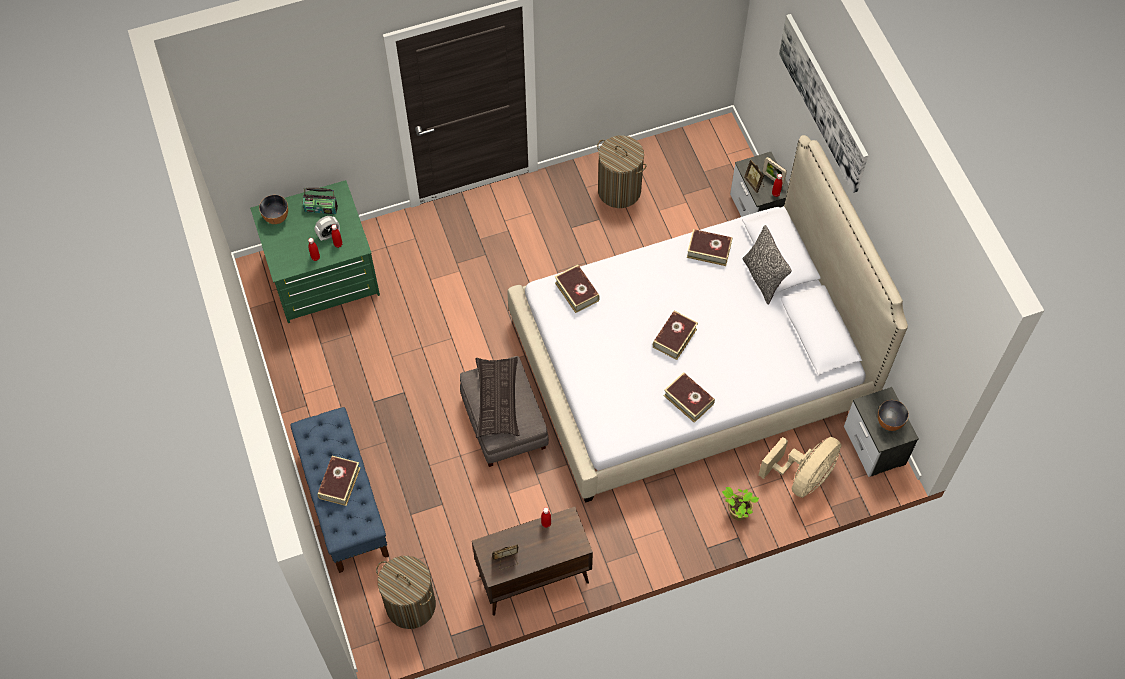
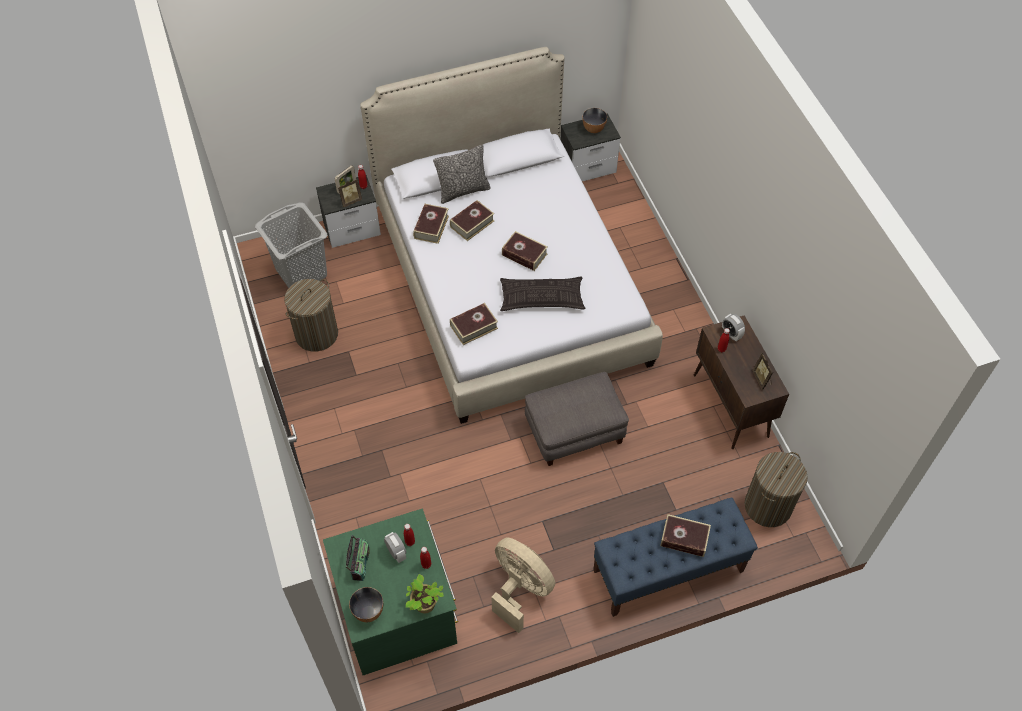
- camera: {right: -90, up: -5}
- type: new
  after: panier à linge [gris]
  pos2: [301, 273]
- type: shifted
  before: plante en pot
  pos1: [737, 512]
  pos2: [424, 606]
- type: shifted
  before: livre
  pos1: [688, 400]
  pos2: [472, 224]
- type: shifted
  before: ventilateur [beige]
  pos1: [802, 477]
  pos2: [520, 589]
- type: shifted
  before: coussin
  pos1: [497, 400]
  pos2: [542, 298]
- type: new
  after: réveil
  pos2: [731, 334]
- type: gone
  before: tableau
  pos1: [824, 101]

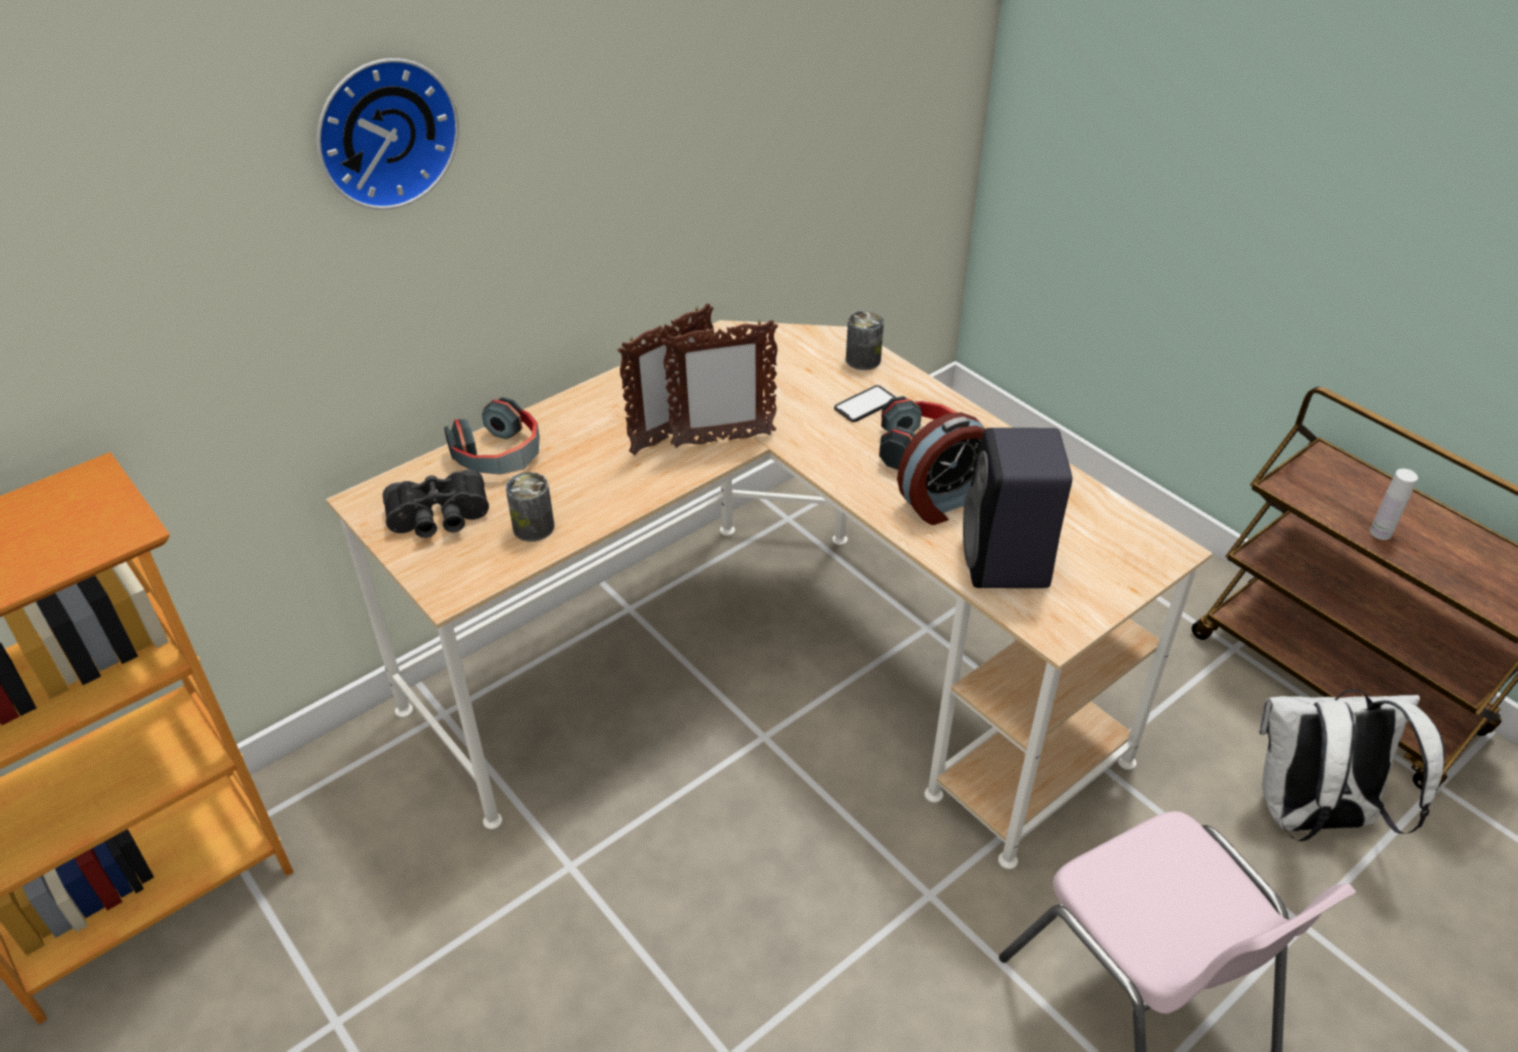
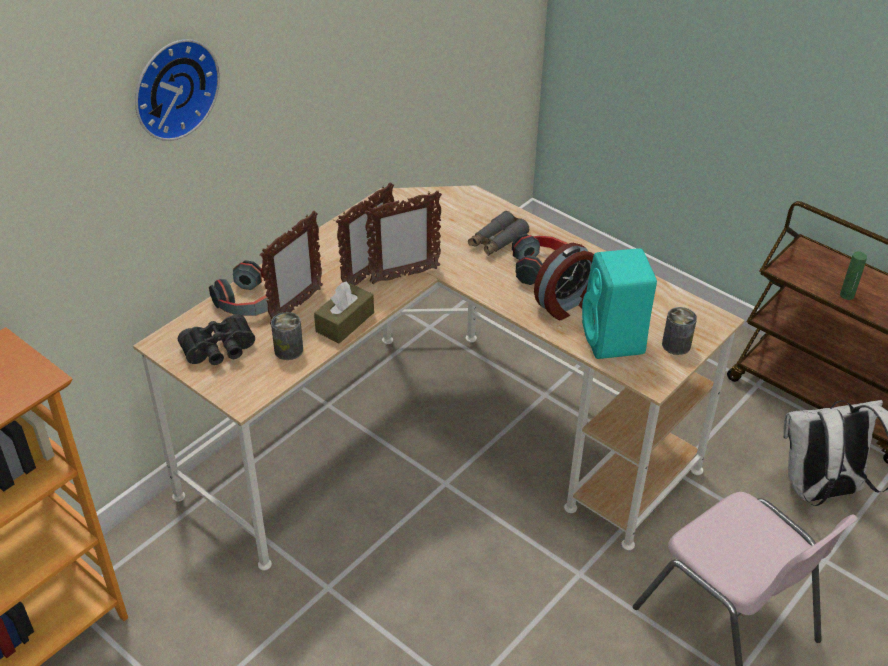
- camera: {right: -10, up: 0}
- type: new
  after: cadre photo
  pos2: [296, 307]
- type: new
  after: boîte à mouchoirs [marron]
  pos2: [345, 322]
- type: swapped
  before: téléphone
  after: jumelles [gris]
  pos1: [865, 404]
  pos2: [497, 241]
- type: repainted
  before: enceinte [noir]
  after: enceinte [turquoise]
  pos1: [1007, 563]
  pos2: [614, 340]
- type: shifted
  before: boîte métallique
  pos1: [863, 359]
  pos2: [676, 345]
- type: repainted
  before: bouteille [blanc]
  after: bouteille [vert]
  pos1: [1380, 533]
  pos2: [847, 295]

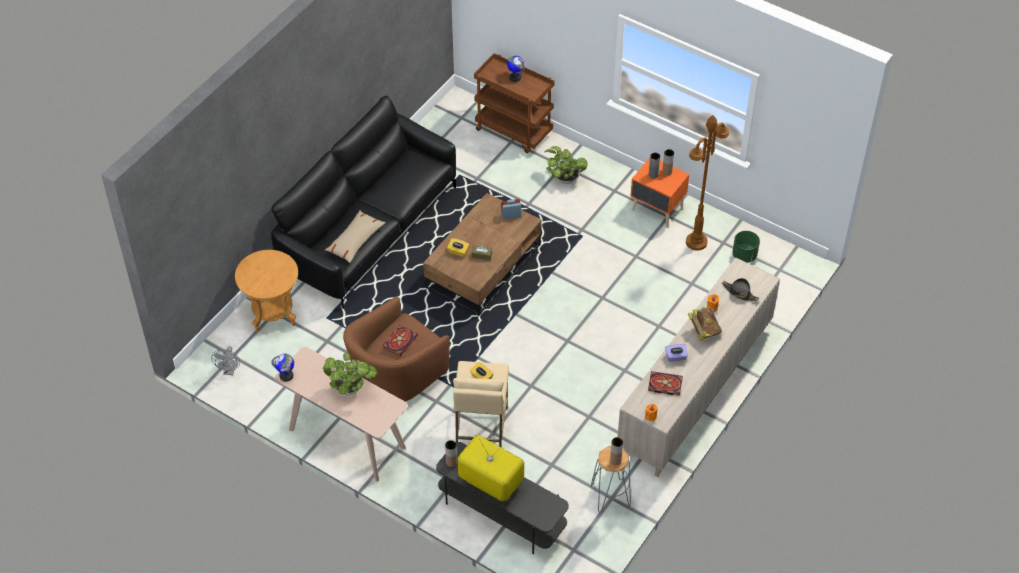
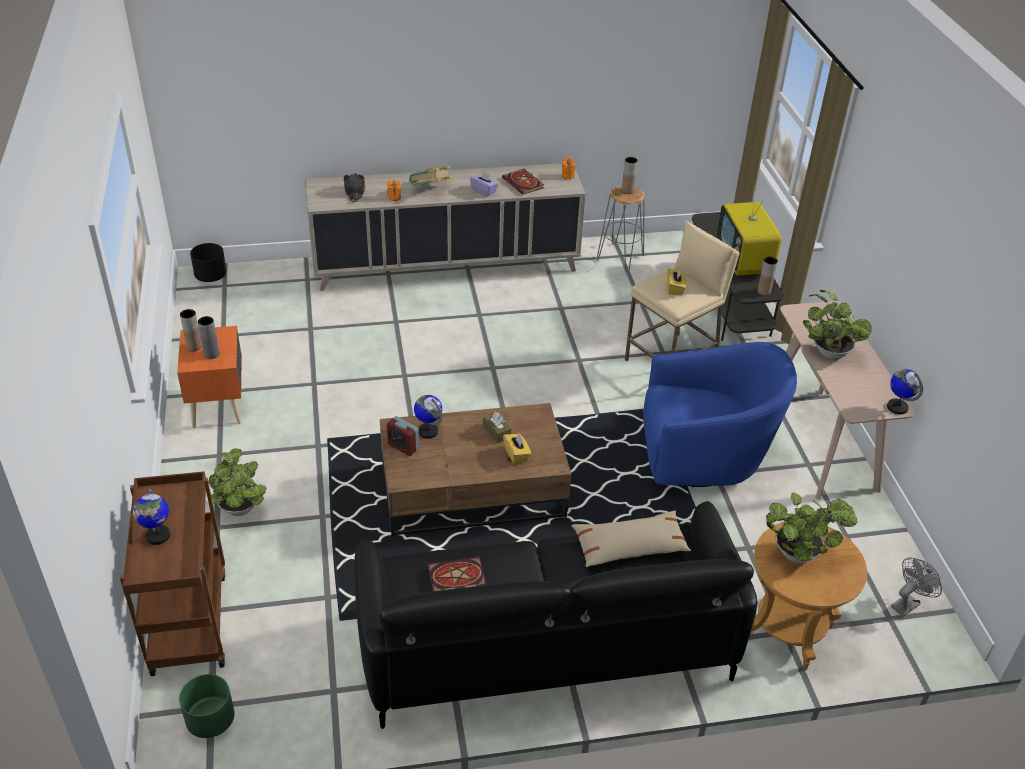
- camera: {right: -135, up: -10}
- type: shifted
  before: cache-pot [vert]
  pos1: [744, 255]
  pos2: [210, 720]
- type: new
  after: cache-pot [noir]
  pos2: [211, 276]
- type: new
  after: globe
  pos2: [428, 431]
- type: shifted
  before: livre
  pos1: [400, 340]
  pos2: [455, 579]
- type: repainted
  before: fauteuil [marron]
  after: fauteuil [bleu]
  pos1: [396, 376]
  pos2: [704, 457]
- type: new
  after: plante en pot
  pos2: [800, 553]
- type: gone
  before: lampadaire [marron]
  pos1: [696, 242]

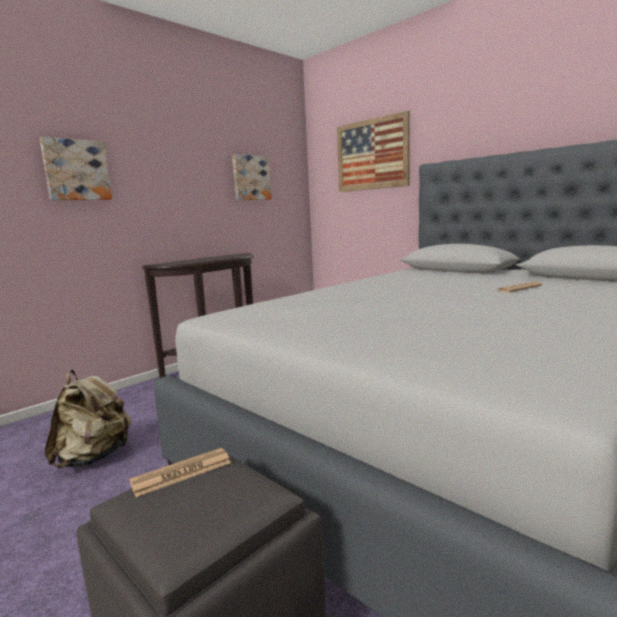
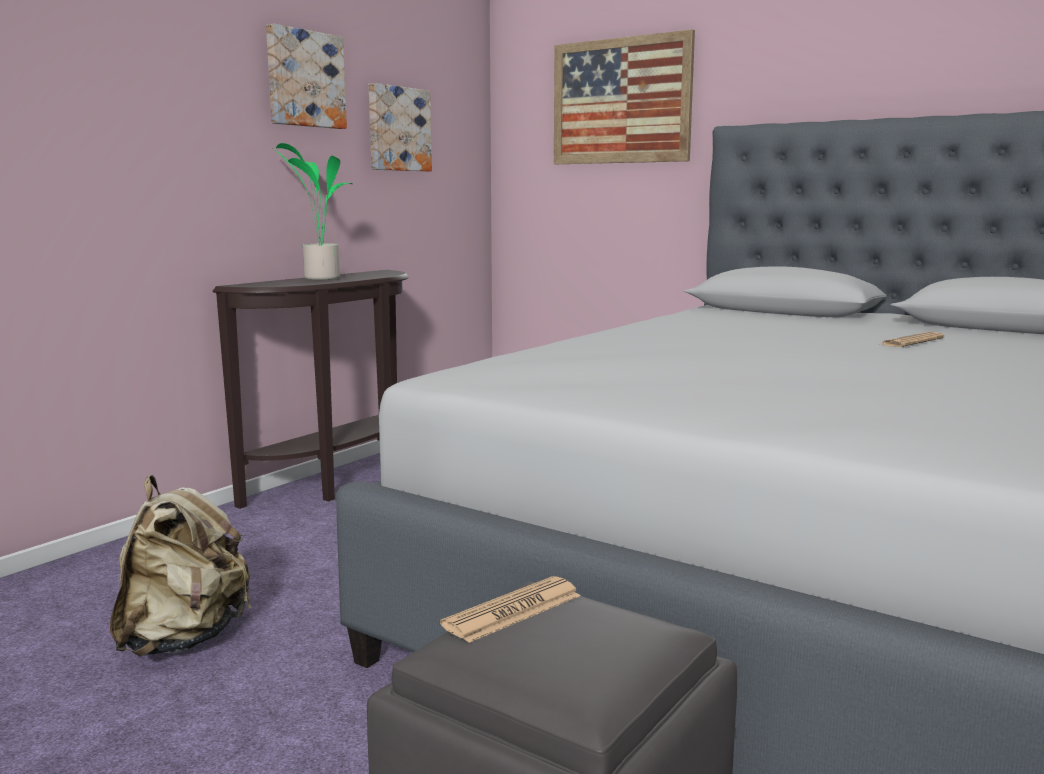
- camera: {right: -10, up: 0}
- type: shifted
  before: tableau
  pos1: [76, 170]
  pos2: [304, 79]
- type: new
  after: plante en pot
  pos2: [319, 278]

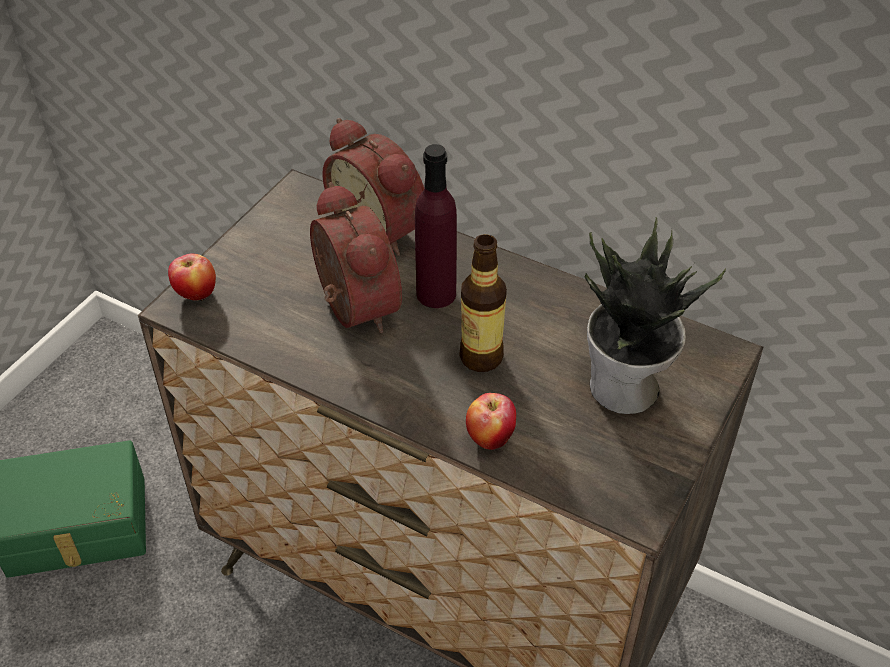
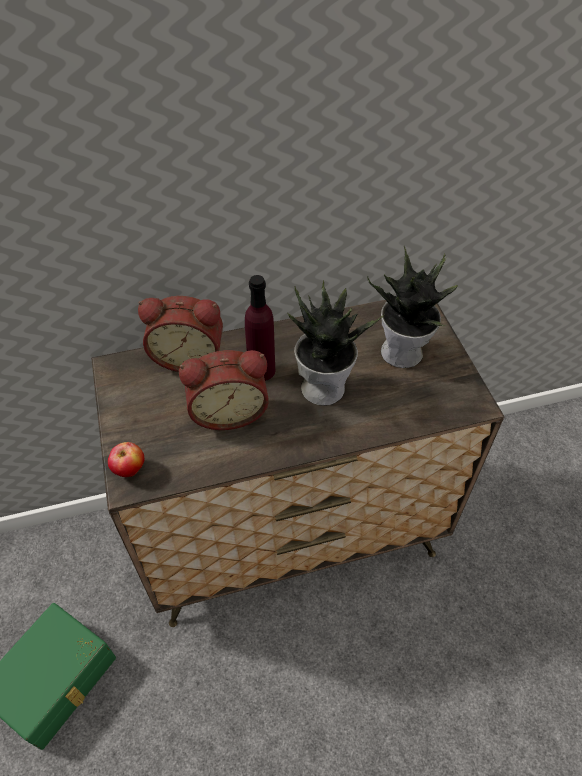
- camera: {right: -45, up: 5}
- type: rotated
  before: réveil
  pos1: [351, 308]
  pos2: [228, 410]
  turn: 150
- type: swapped
  before: bouteille
  after: plante en pot
  pos1: [481, 357]
  pos2: [324, 386]
- type: gone
  before: pomme
  pos1: [490, 437]

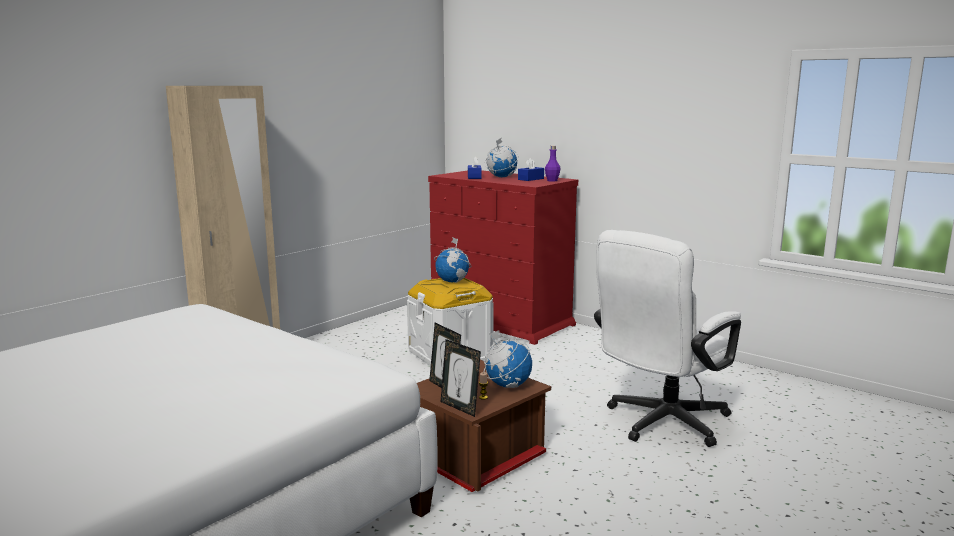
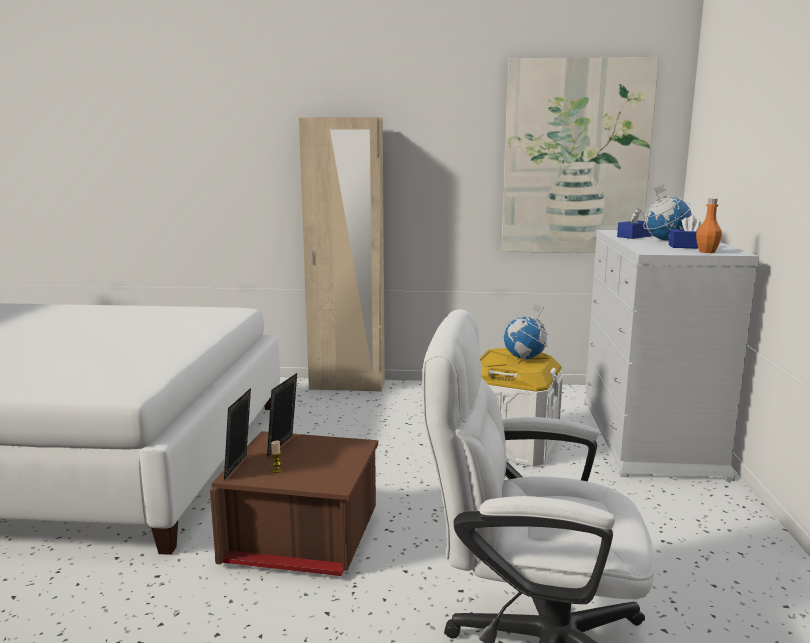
- camera: {right: 55, up: 0}
- type: new
  after: tableau
  pos2: [576, 158]
- type: repainted
  before: commode [rouge]
  after: commode [blanc]
  pos1: [501, 320]
  pos2: [649, 437]
- type: repainted
  before: bouteille [violet]
  after: bouteille [orange]
  pos1: [552, 180]
  pos2: [707, 252]
- type: gone
  before: globe
  pos1: [507, 385]

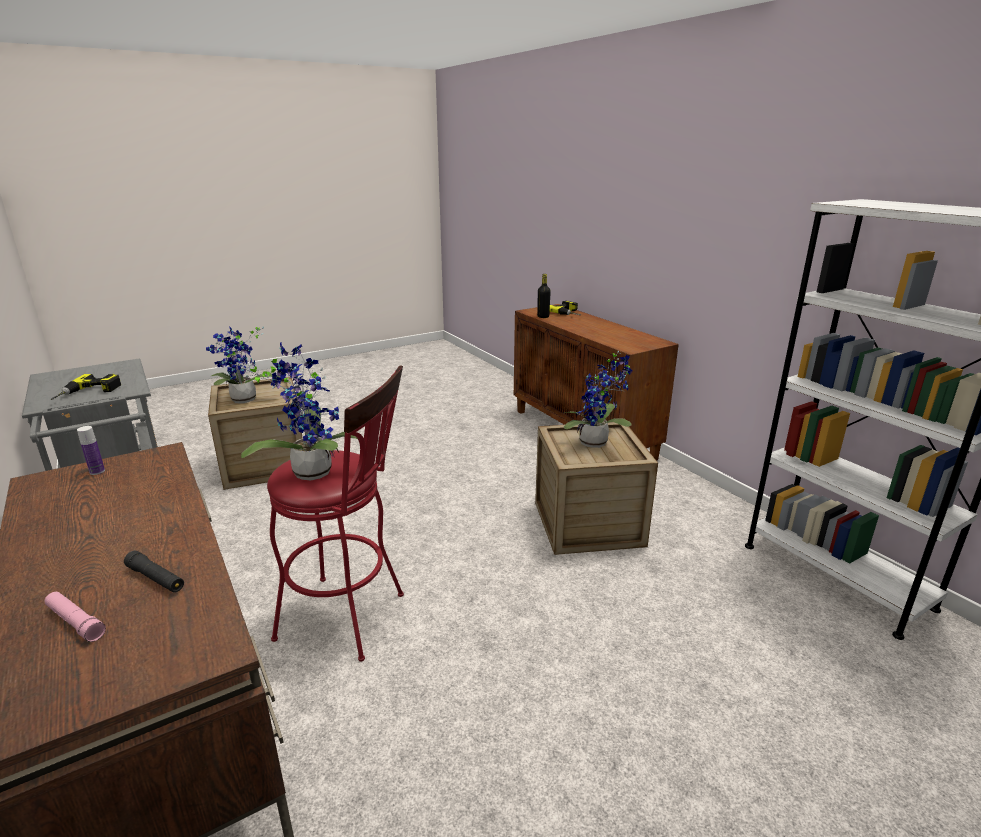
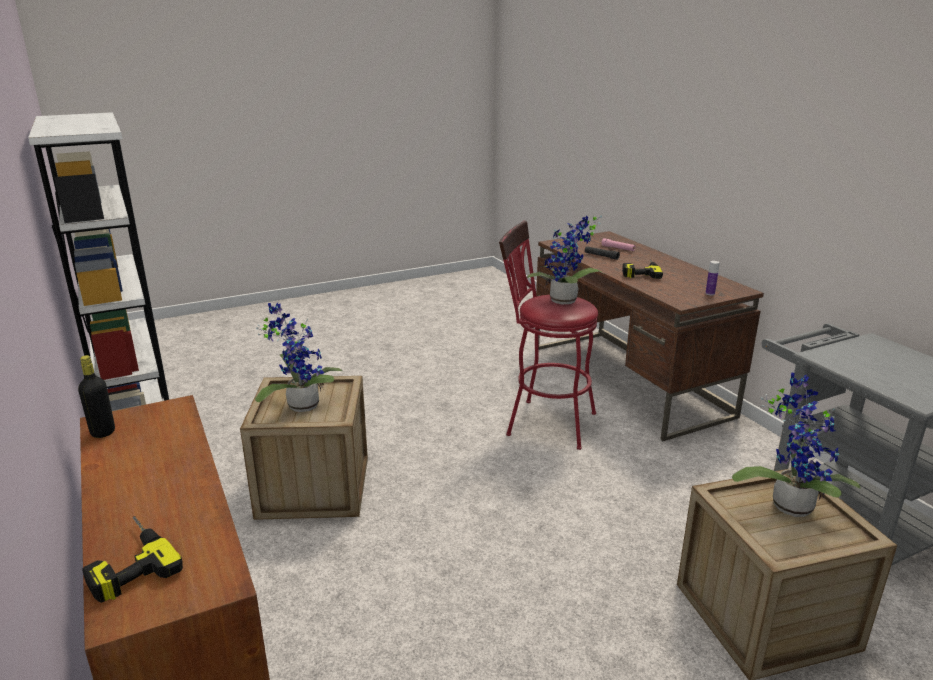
- camera: {right: -175, up: 0}
- type: shifted
  before: bouteille [noir]
  pos1: [543, 316]
  pos2: [103, 432]
- type: shifted
  before: perceuse
  pos1: [88, 393]
  pos2: [640, 271]

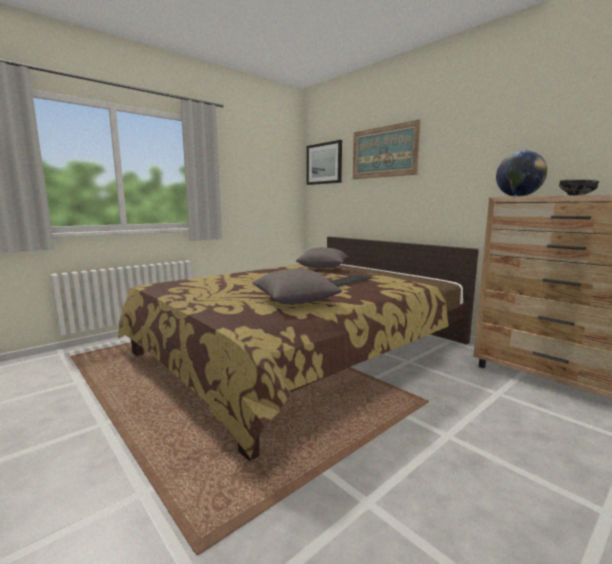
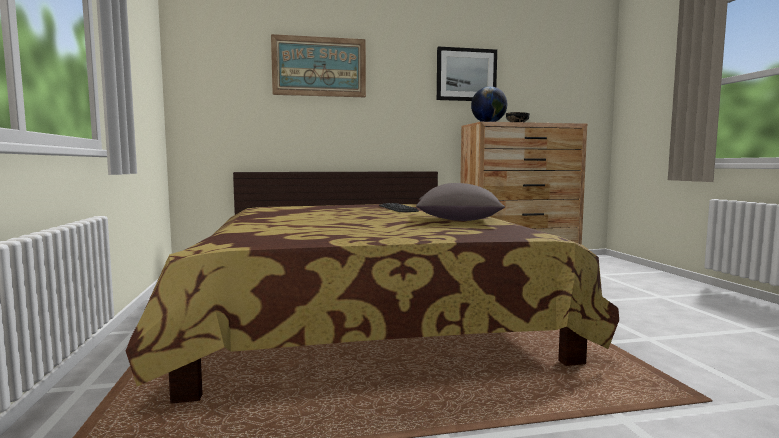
- camera: {right: -60, up: -5}
- type: shifted
  before: tableau
  pos1: [324, 163]
  pos2: [466, 75]
- type: gone
  before: coussin [gris]
  pos1: [323, 268]

